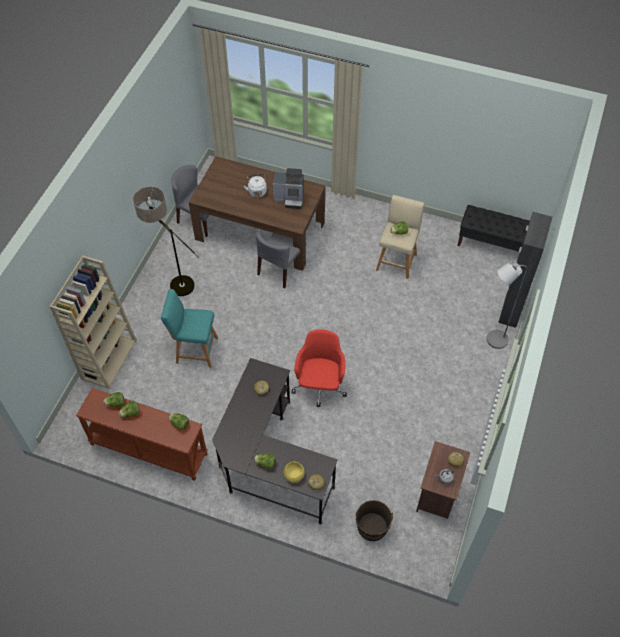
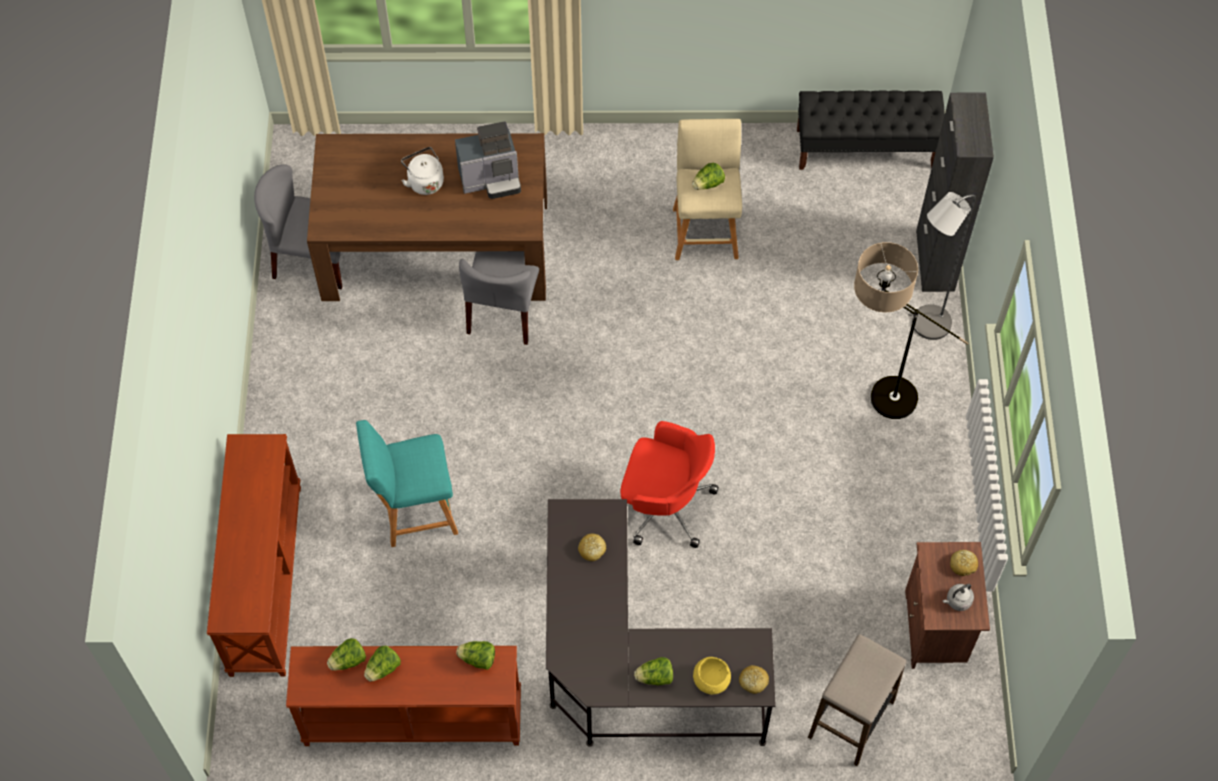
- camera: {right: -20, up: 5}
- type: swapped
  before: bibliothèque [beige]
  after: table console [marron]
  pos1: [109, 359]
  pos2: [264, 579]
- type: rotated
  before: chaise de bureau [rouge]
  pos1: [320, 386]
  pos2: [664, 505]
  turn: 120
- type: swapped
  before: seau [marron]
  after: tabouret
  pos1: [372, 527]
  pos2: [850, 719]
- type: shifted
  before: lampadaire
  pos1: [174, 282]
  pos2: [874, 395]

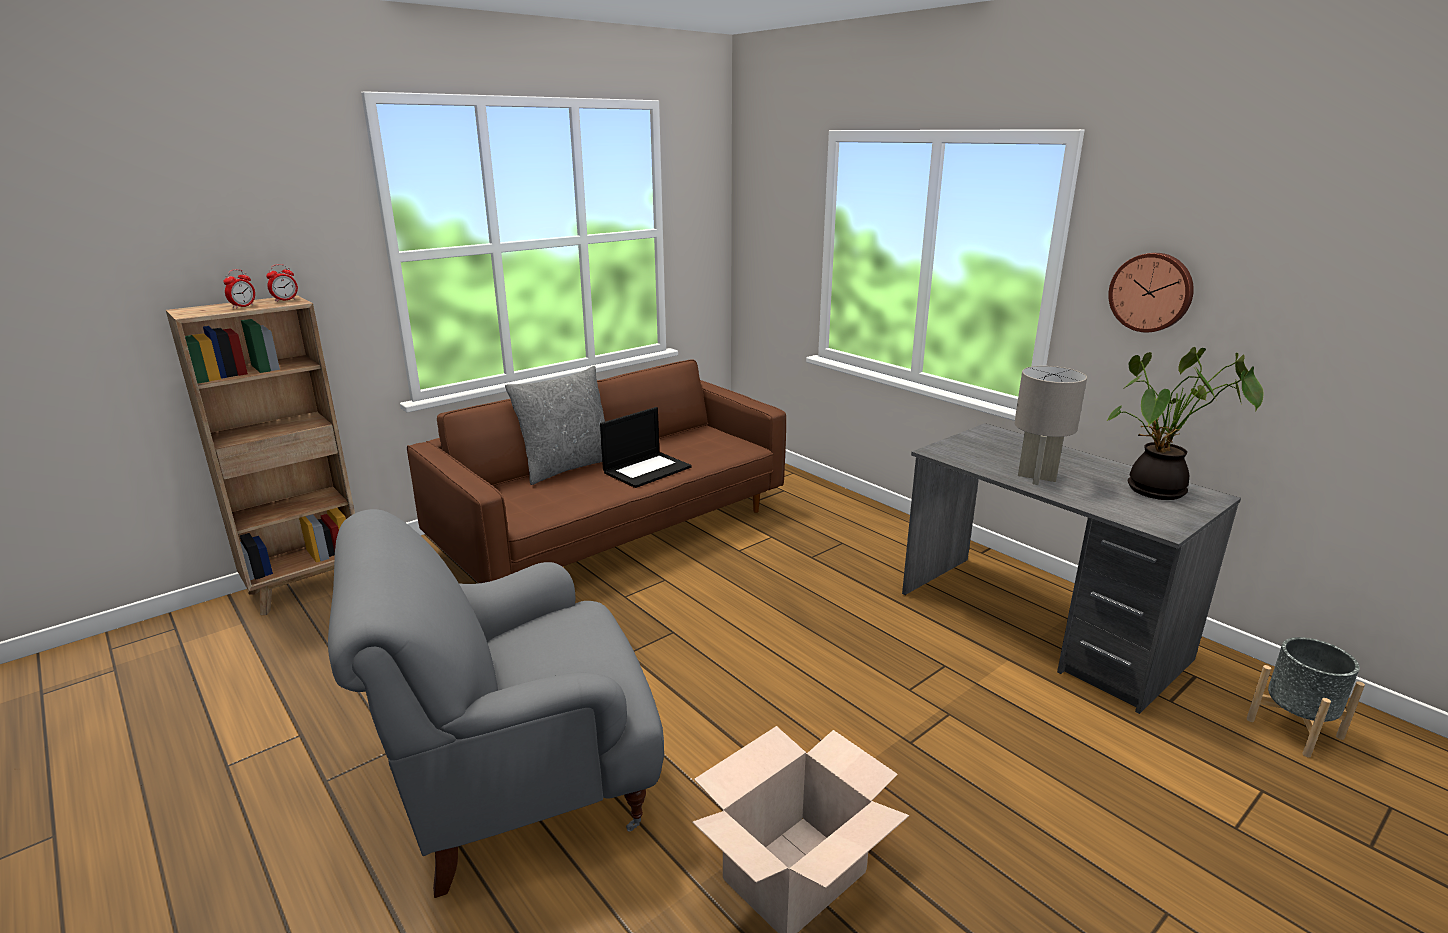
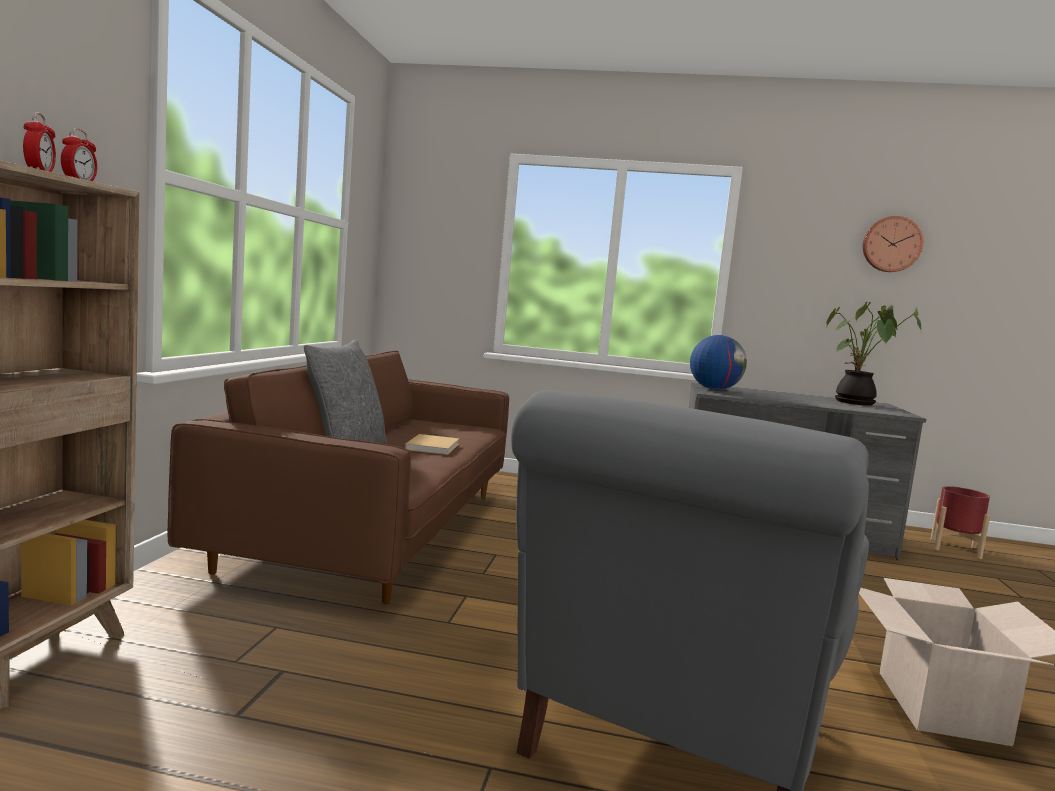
- camera: {right: -40, up: -15}
- type: swapped
  before: ordinateur portable
  after: livre [beige]
  pos1: [647, 469]
  pos2: [433, 446]
- type: new
  after: globe
  pos2: [714, 389]
- type: shifted
  before: horloge murale
  pos1: [1151, 292]
  pos2: [891, 244]
- type: repainted
  before: cache-pot [gris]
  after: cache-pot [rouge]
  pos1: [1294, 728]
  pos2: [955, 548]
- type: gone
  before: lampe de table [gris]
  pos1: [1037, 477]

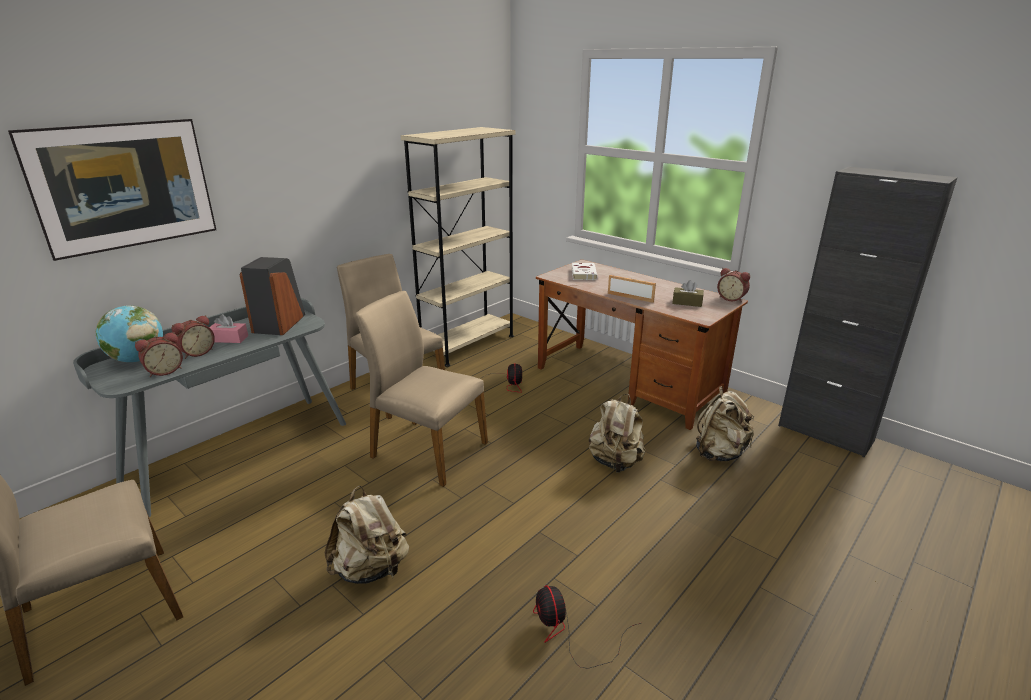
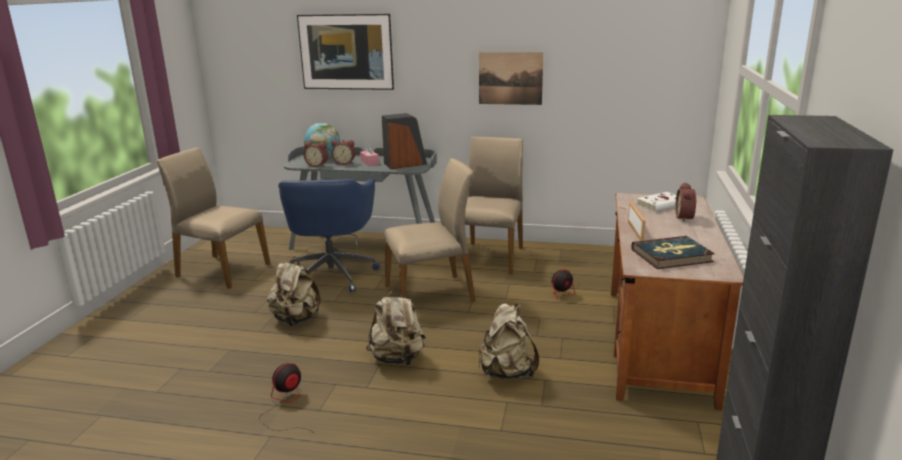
- camera: {right: 60, up: -5}
- type: new
  after: chaise de bureau [bleu]
  pos2: [332, 274]
- type: shifted
  before: sac à dos [beige]
  pos1: [719, 453]
  pos2: [398, 359]
- type: rotated
  before: chaise [beige]
  pos1: [427, 450]
  pos2: [430, 293]
  turn: 75
- type: new
  after: tableau
  pos2: [510, 78]
- type: swapped
  before: boîte à mouchoirs [marron]
  after: livre
  pos1: [687, 302]
  pos2: [671, 255]
- type: shifted
  before: réveil
  pos1: [731, 298]
  pos2: [686, 218]
- type: gone
  before: bibliothèque [beige]
  pos1: [468, 344]

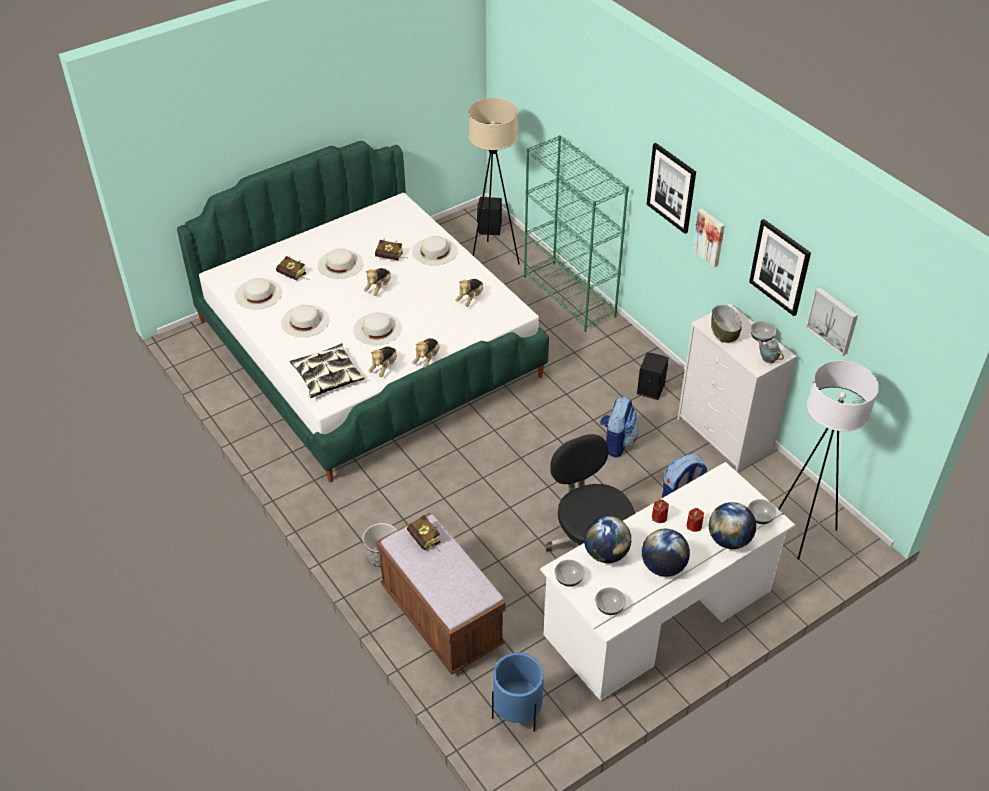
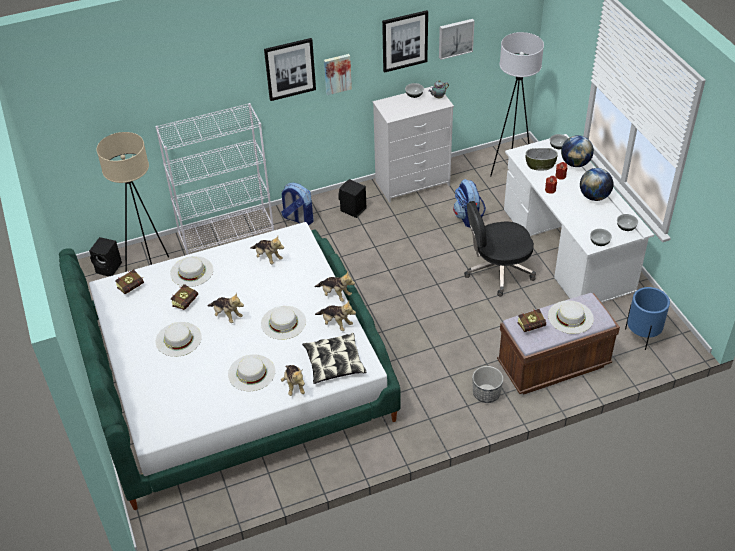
- camera: {right: -75, up: 0}
- type: shifted
  before: livre
  pos1: [294, 276]
  pos2: [133, 286]
- type: repainted
  before: bibliothèque [vert]
  after: bibliothèque [blanc]
  pos1: [570, 296]
  pos2: [227, 233]
- type: shifted
  before: sac à dos
  pos1: [616, 442]
  pos2: [298, 219]
- type: new
  after: peluche
  pos2: [294, 385]
- type: shifted
  before: bol
  pos1: [724, 332]
  pos2: [540, 165]
- type: shifted
  before: chapeau [blanc]
  pos1: [258, 294]
  pos2: [570, 317]
- type: gone
  before: globe
  pos1: [606, 553]

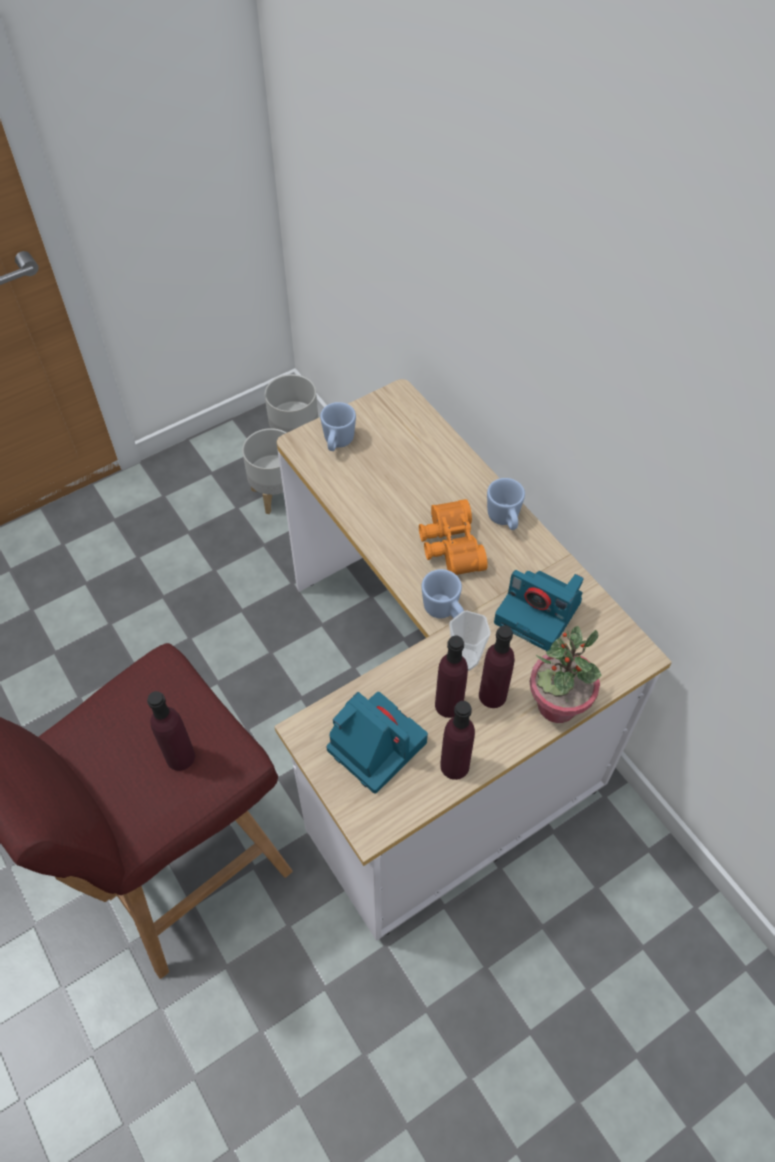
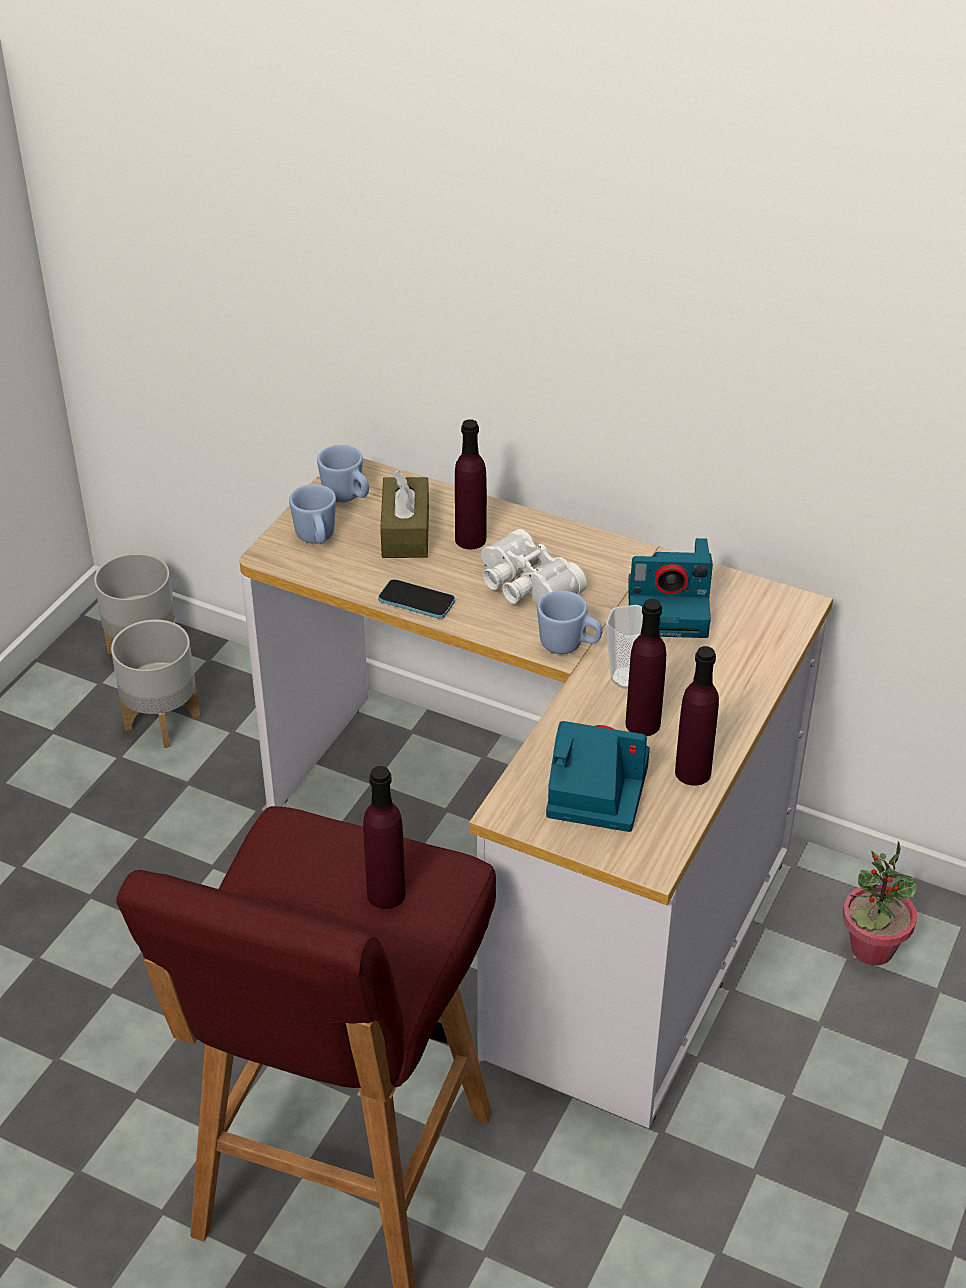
- camera: {right: -30, up: -15}
- type: shifted
  before: mug [bleu]
  pos1: [504, 520]
  pos2: [347, 497]
- type: new
  after: téléphone
  pos2: [416, 601]
- type: new
  after: boîte à mouchoirs [marron]
  pos2: [405, 532]
- type: shifted
  before: bouteille [violet]
  pos1: [492, 695]
  pos2: [470, 539]
- type: repainted
  before: jumelles [orange]
  after: jumelles [blanc]
  pos1: [449, 546]
  pos2: [525, 587]
- type: shifted
  before: plante en pot
  pos1: [556, 705]
  pos2: [871, 949]

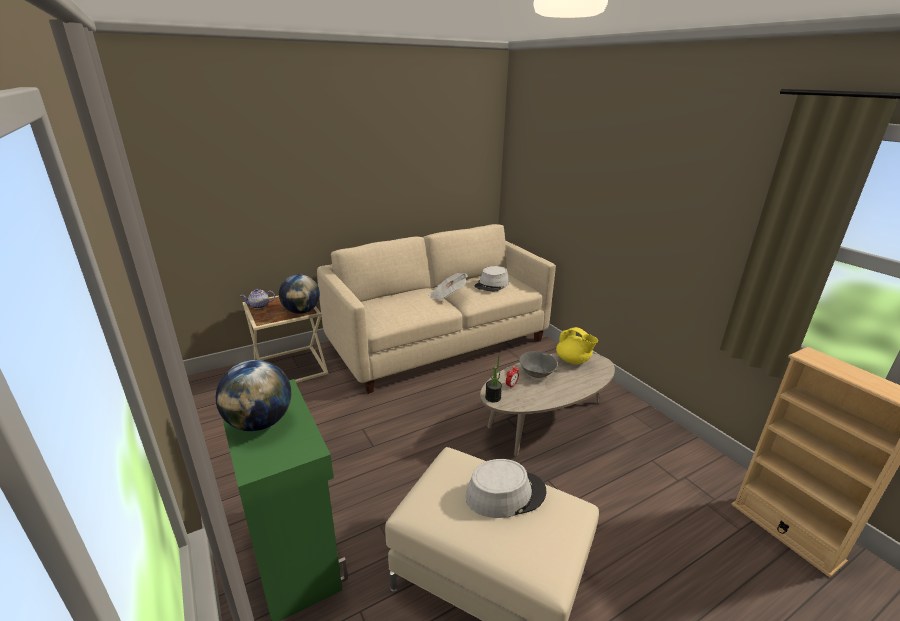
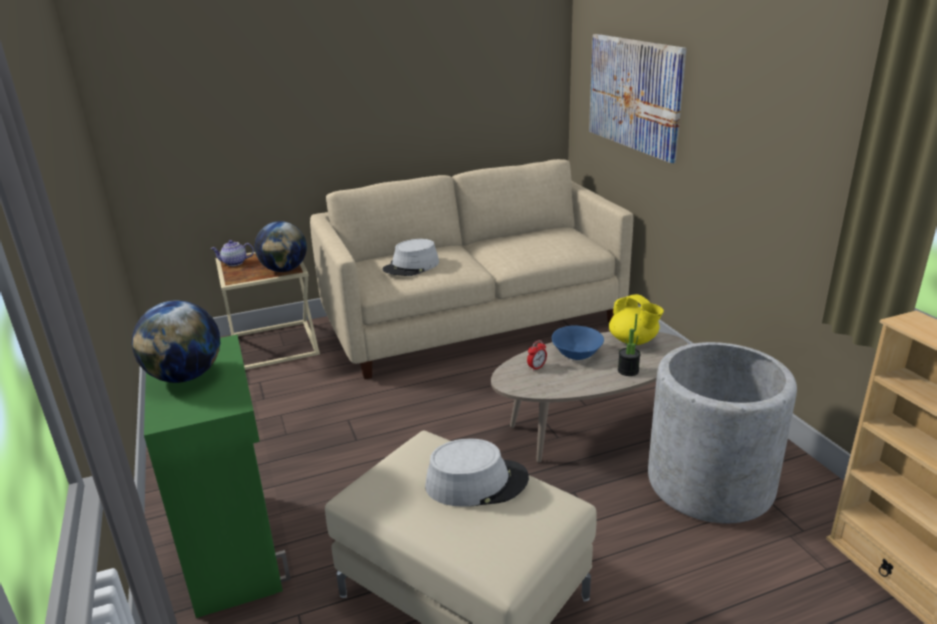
- camera: {right: 10, up: 0}
- type: shifted
  before: chapeau [gris]
  pos1: [492, 285]
  pos2: [411, 266]
- type: repainted
  before: bol [gris]
  after: bol [bleu]
  pos1: [536, 373]
  pos2: [576, 354]
- type: new
  after: tableau
  pos2: [634, 94]
- type: shifted
  before: plante en pot
  pos1: [493, 397]
  pos2: [628, 371]
- type: new
  after: cache-pot [gris]
  pos2: [709, 482]
- type: gone
  before: journal
  pos1: [447, 295]

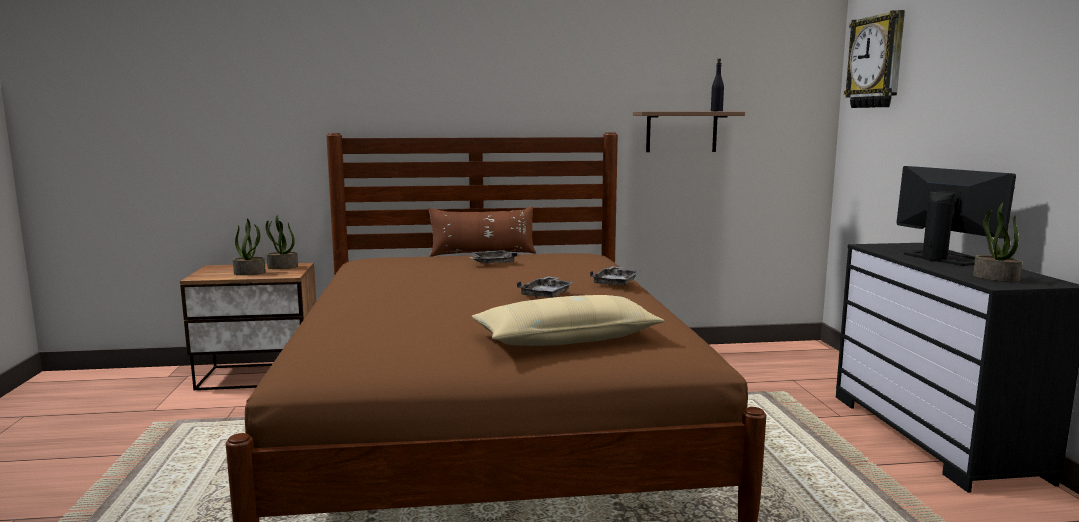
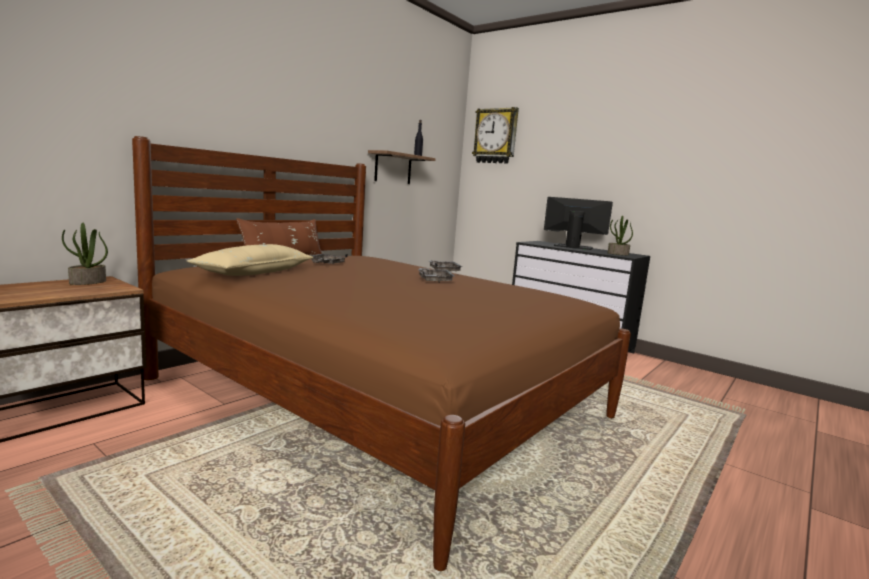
- camera: {right: -45, up: 0}
- type: shifted
  before: coussin [beige]
  pos1: [566, 339]
  pos2: [254, 272]
- type: gone
  before: plante en pot
  pos1: [250, 273]

